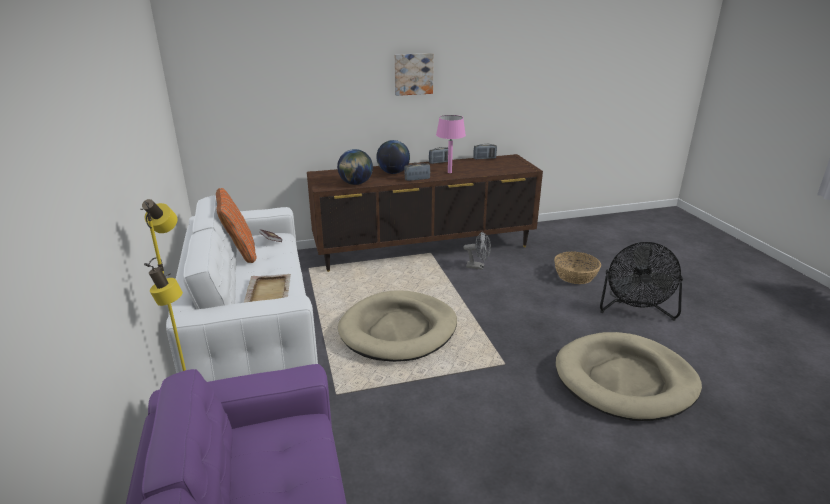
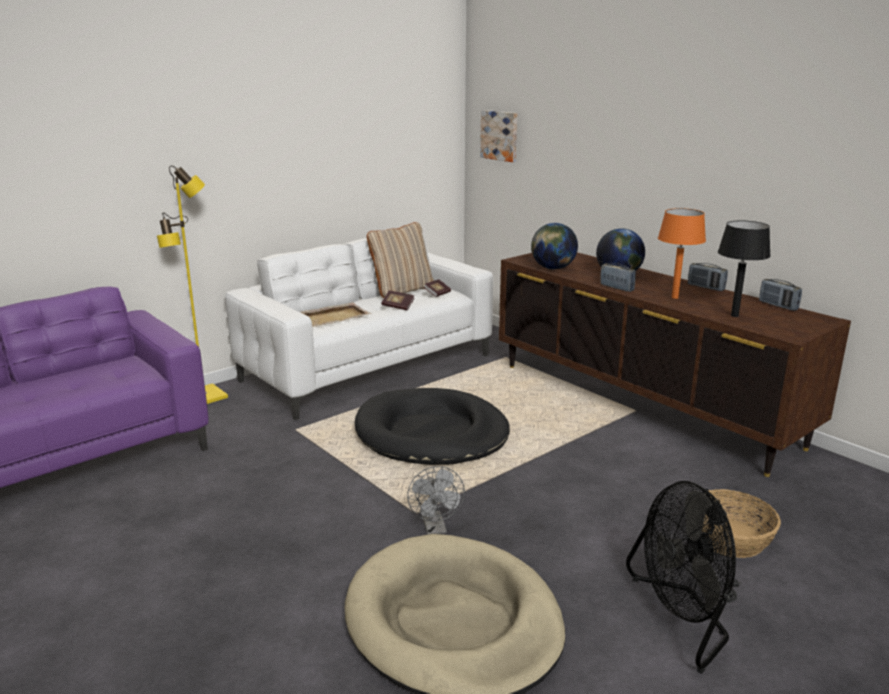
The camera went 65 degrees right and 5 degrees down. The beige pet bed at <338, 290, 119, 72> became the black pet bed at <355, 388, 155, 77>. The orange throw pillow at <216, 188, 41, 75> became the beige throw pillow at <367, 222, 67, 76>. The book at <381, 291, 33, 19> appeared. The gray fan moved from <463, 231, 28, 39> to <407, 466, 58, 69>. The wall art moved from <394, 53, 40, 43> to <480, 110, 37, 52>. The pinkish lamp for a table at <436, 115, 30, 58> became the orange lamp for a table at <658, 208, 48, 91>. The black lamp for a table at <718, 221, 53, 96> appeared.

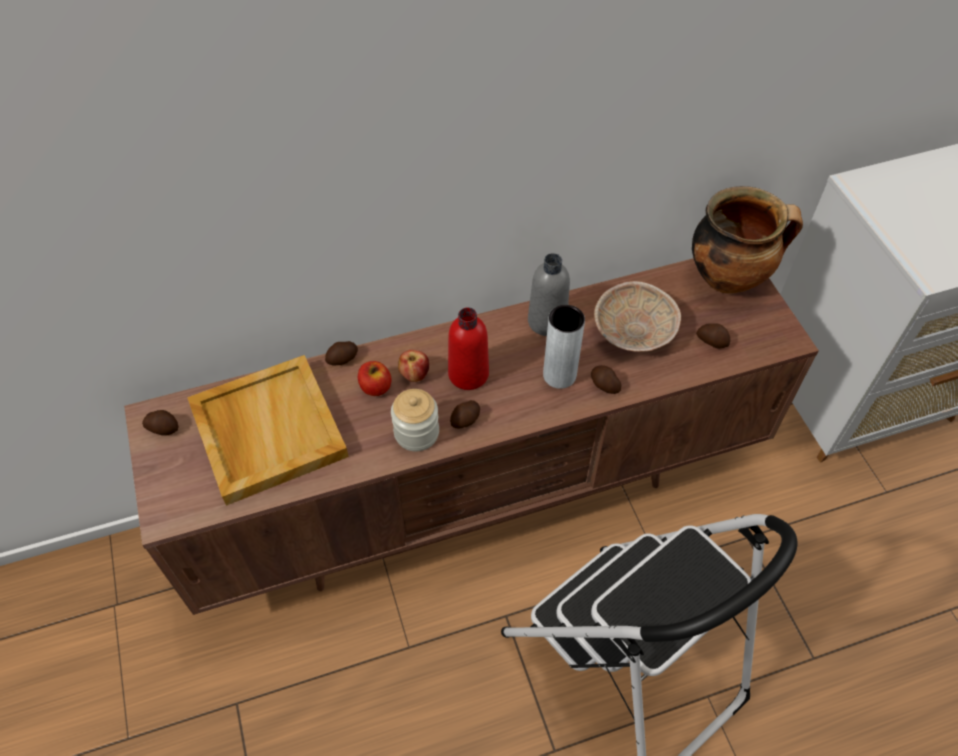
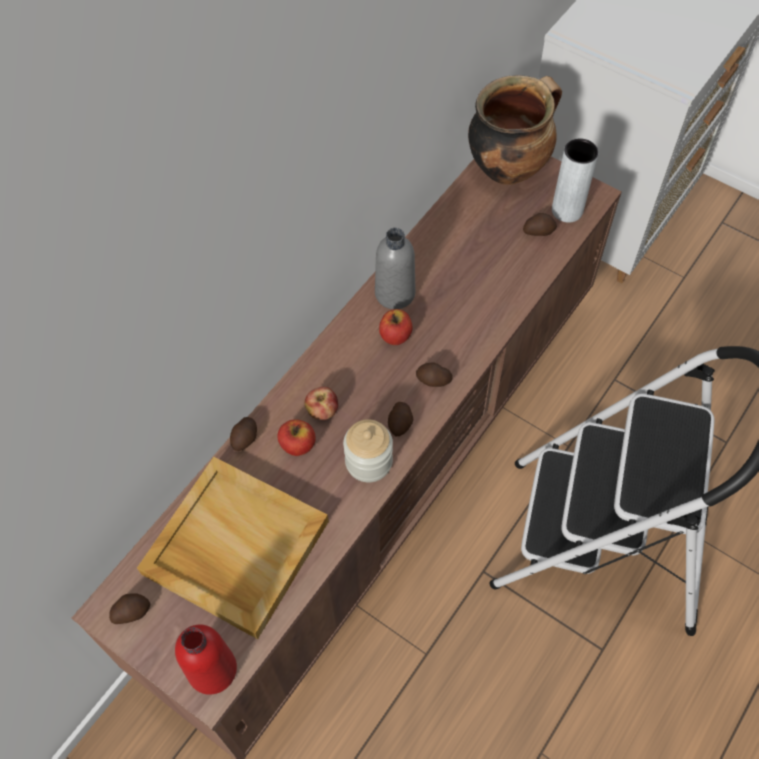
The camera went 35 degrees left and 5 degrees up. The red-coloured drink bottle moved from <448, 307, 41, 83> to <175, 624, 62, 71>. The whole apple at <379, 309, 33, 36> appeared. The spud moved from <591, 365, 30, 29> to <416, 363, 37, 24>. The gray flower vase moved from <543, 305, 42, 84> to <552, 139, 47, 83>. The beige serving bowl at <594, 281, 87, 71> disappeared.

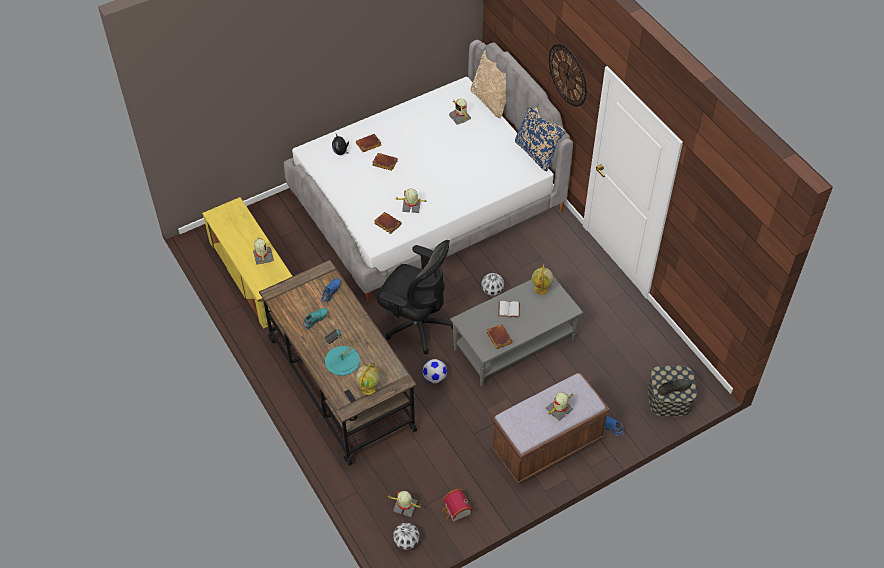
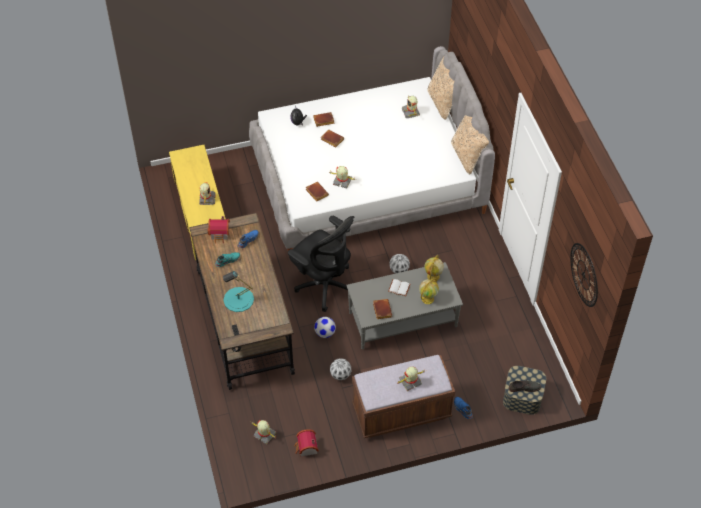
The camera went 15 degrees right and 0 degrees up. The toy house at <208, 216, 22, 27> appeared. The football moved from <393, 523, 26, 27> to <330, 358, 21, 22>. The desk globe moved from <356, 363, 24, 32> to <419, 278, 20, 26>. The blue-coloured throw pillow at <515, 108, 50, 63> became the beige throw pillow at <451, 115, 38, 59>. The hanging clock moved from <549, 44, 38, 63> to <570, 243, 28, 64>.

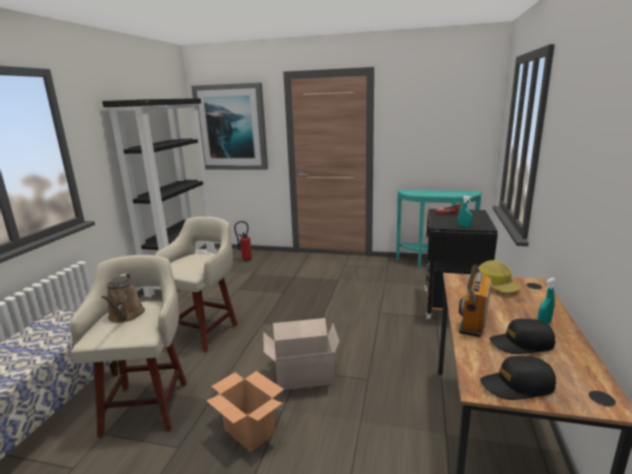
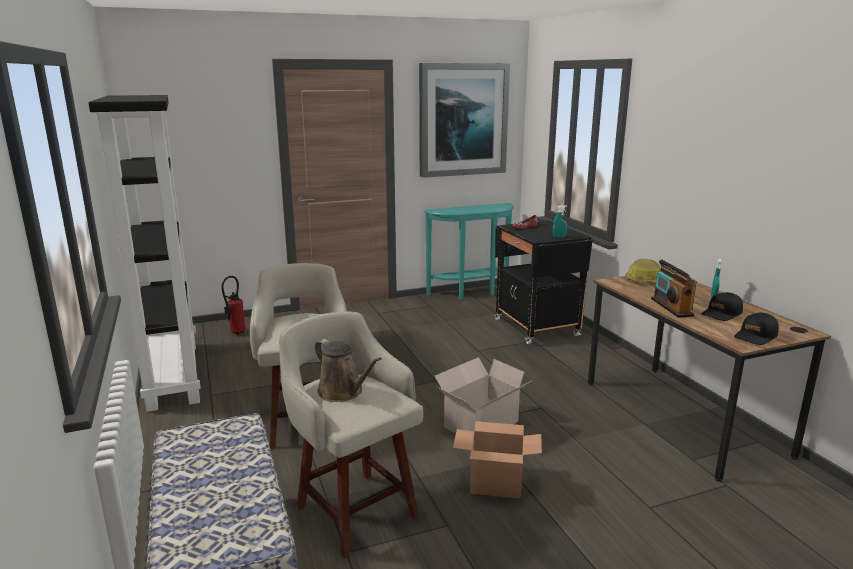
The camera went 35 degrees left and 0 degrees up. The wall art moved from <191, 83, 77, 87> to <419, 63, 91, 115>.

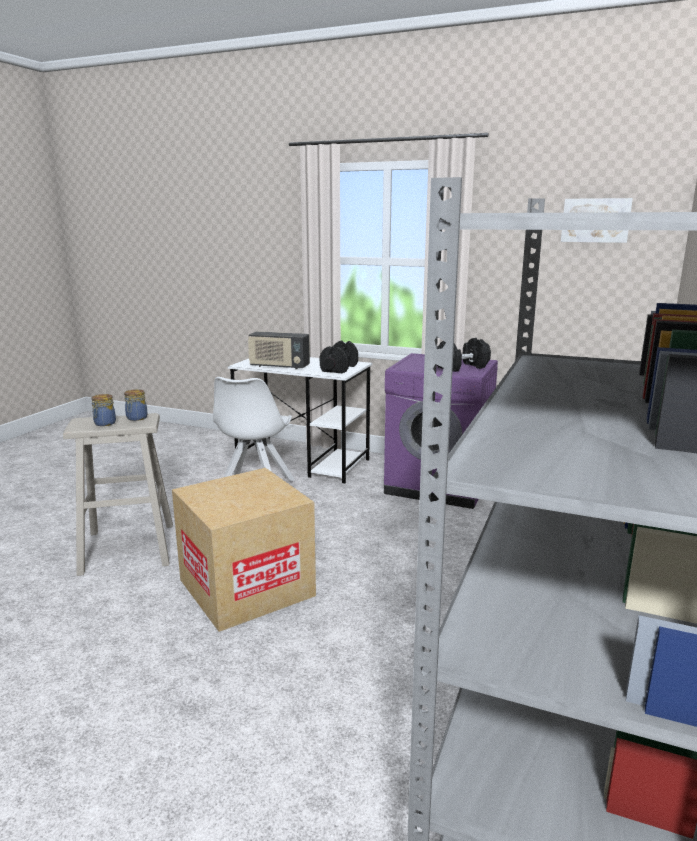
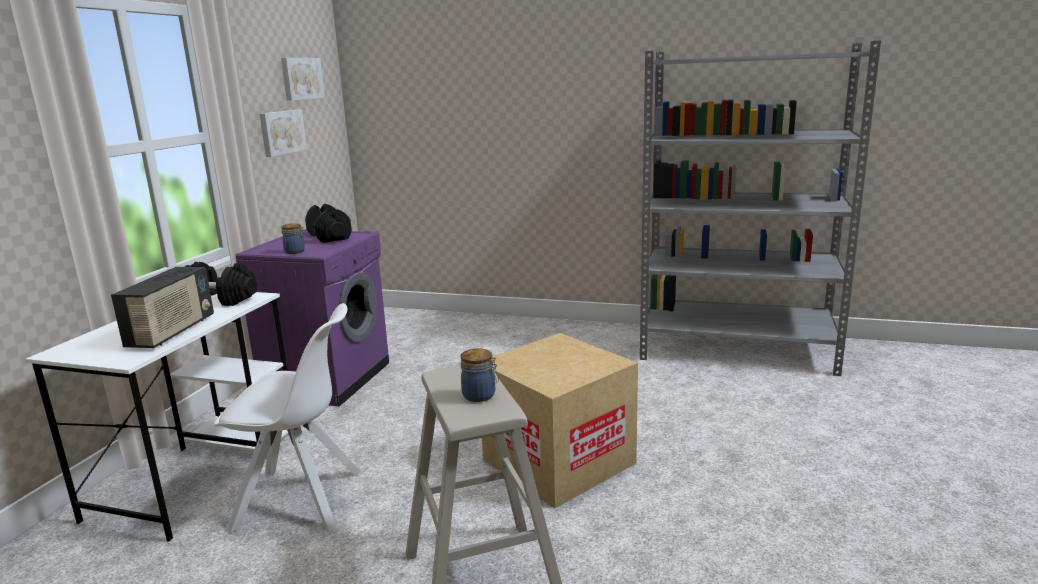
The camera went 95 degrees left and 0 degrees up. The wall art at <260, 109, 47, 48> appeared. The jar moved from <124, 389, 23, 32> to <281, 223, 25, 31>.

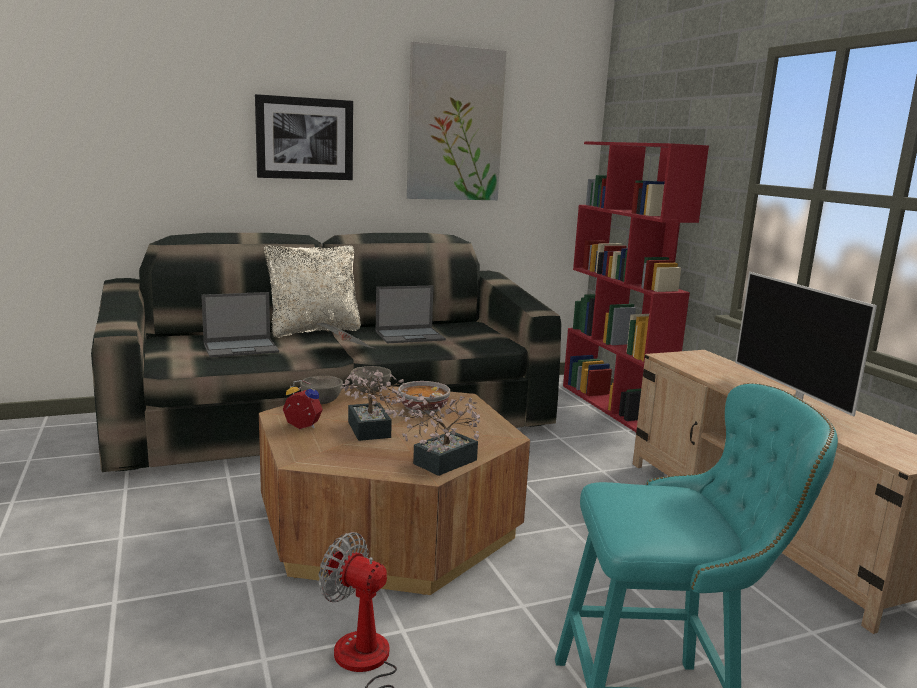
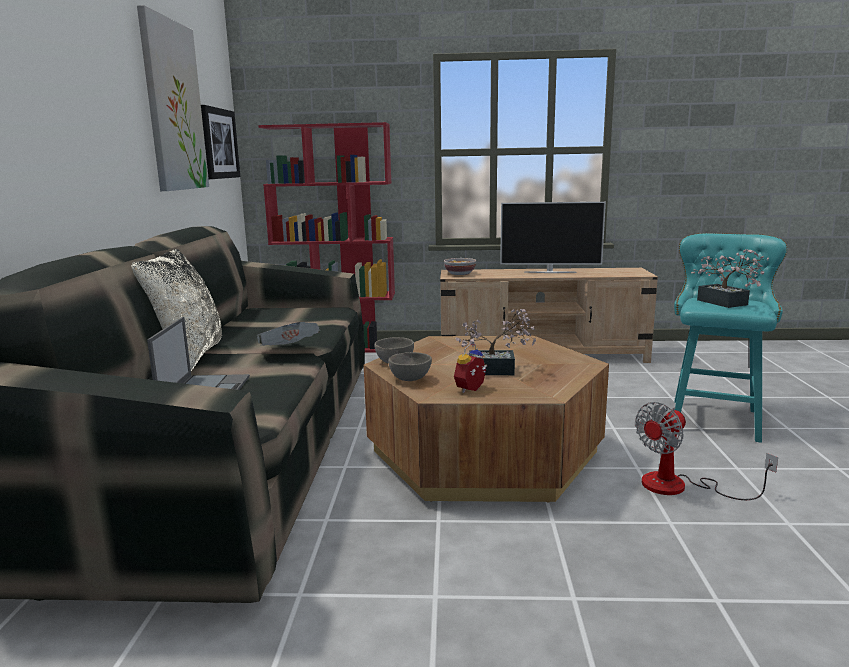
The camera went 65 degrees left and 0 degrees up. The wall art moved from <255, 94, 98, 86> to <201, 105, 39, 74>. The serving bowl moved from <398, 381, 52, 33> to <444, 258, 32, 17>. The houseplant moved from <398, 392, 82, 84> to <691, 249, 78, 59>. The portable computer at <375, 286, 71, 57> disappeared.

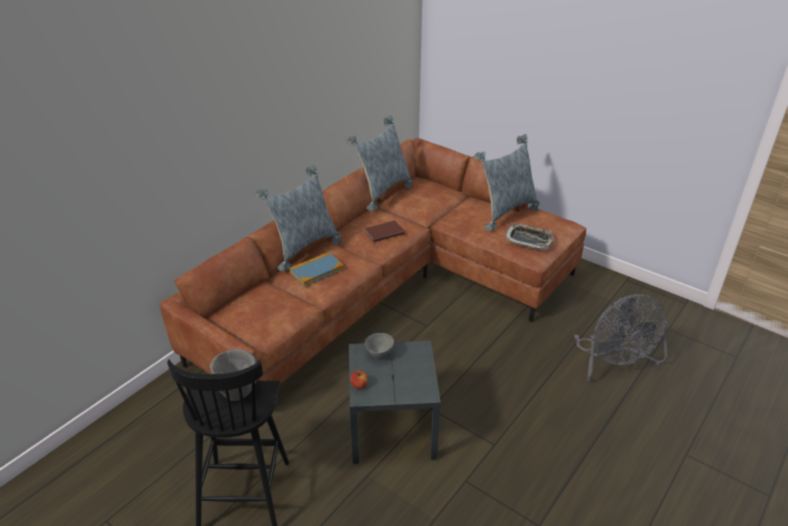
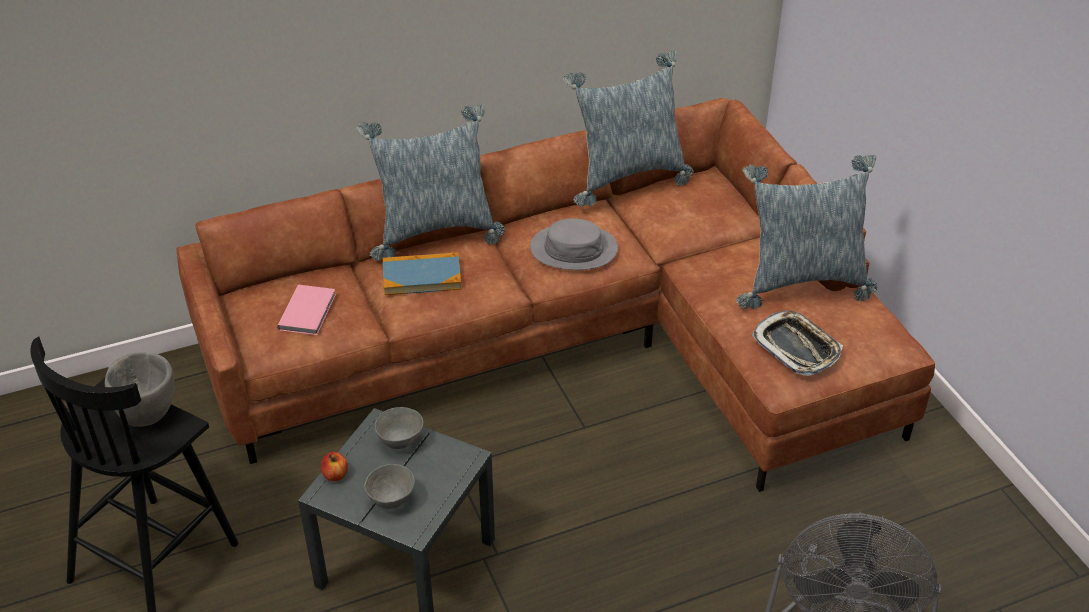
The camera went 30 degrees right and 5 degrees up. The pinkish book at <277, 285, 59, 50> appeared. The gray serving bowl at <364, 464, 51, 45> appeared. The brownish book at <365, 220, 40, 22> was replaced by the gray hat at <530, 218, 88, 52>.

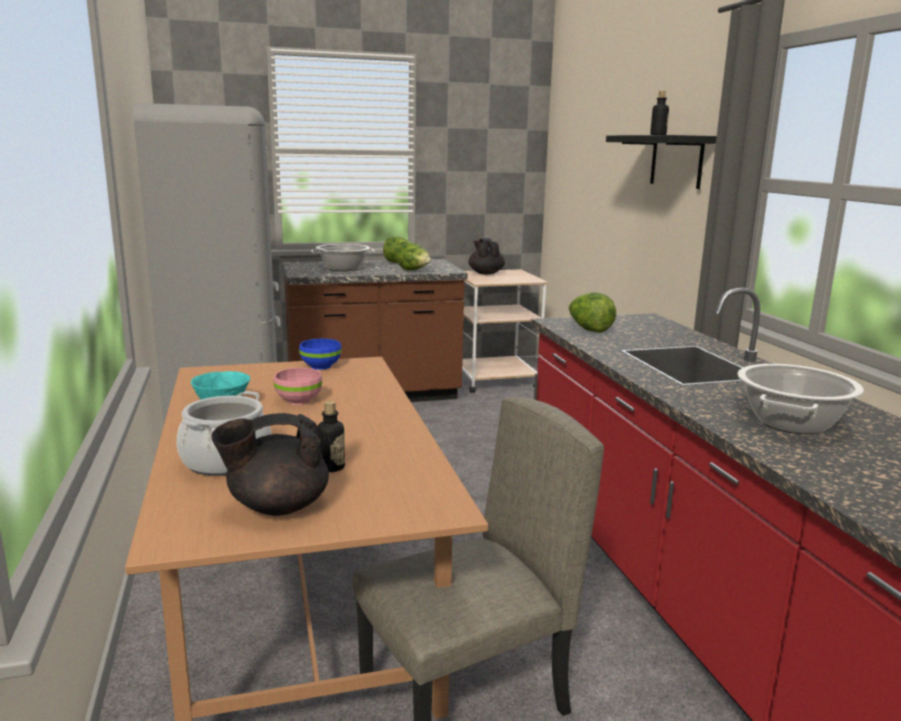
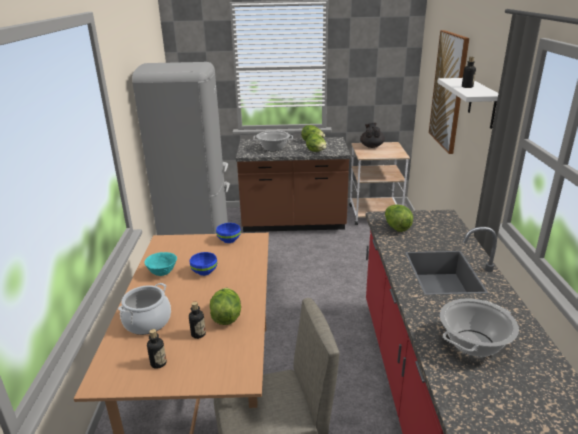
The camera went 15 degrees right and 10 degrees up. The black pot for tea at <212, 413, 117, 103> was replaced by the drink bottle at <147, 329, 20, 40>. The pinkish serving bowl at <274, 368, 48, 37> became the blue-coloured serving bowl at <190, 252, 27, 24>. The lettuce head at <210, 288, 31, 37> appeared. The wall art at <429, 30, 40, 124> appeared. The black shelf at <606, 135, 111, 54> became the white-coloured shelf at <437, 78, 61, 51>.

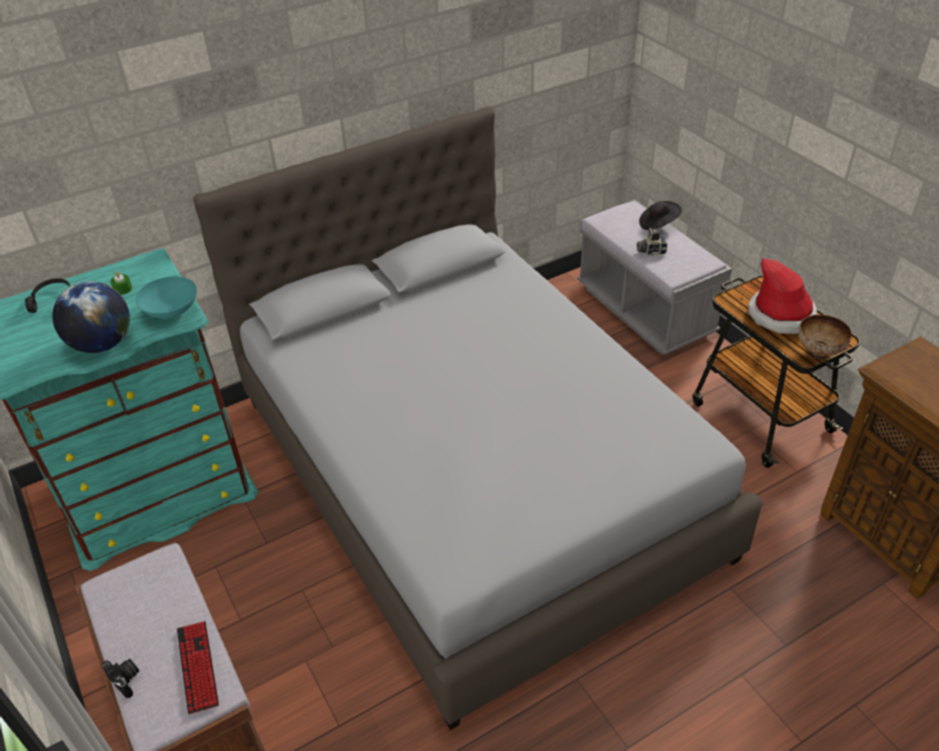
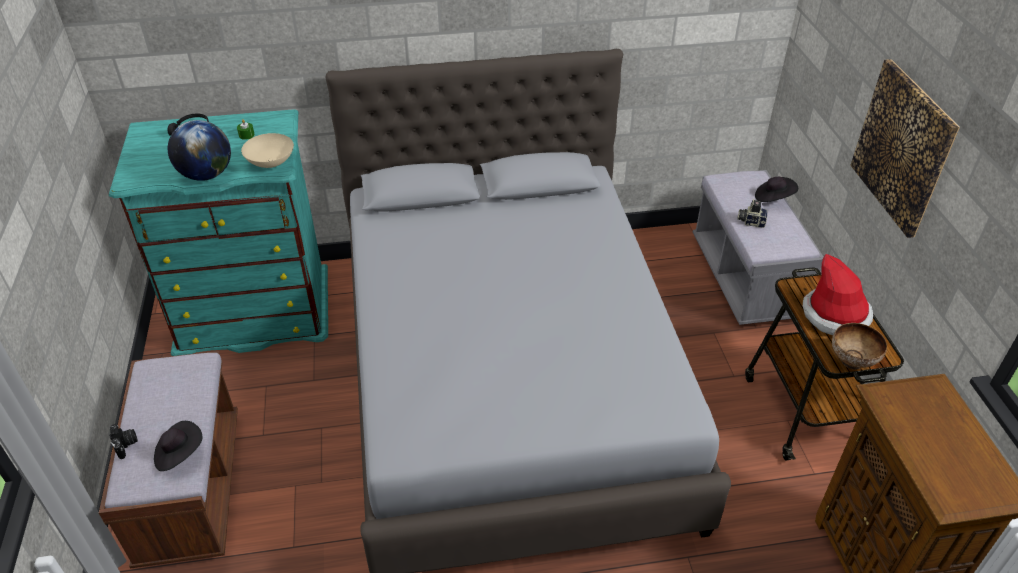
The camera went 20 degrees right and 0 degrees up. The keyboard at <177, 621, 42, 93> was replaced by the black hat at <154, 421, 48, 50>. The turquoise-coloured serving bowl at <135, 276, 62, 43> became the beige serving bowl at <241, 133, 53, 35>. The wall art at <850, 59, 110, 179> appeared.

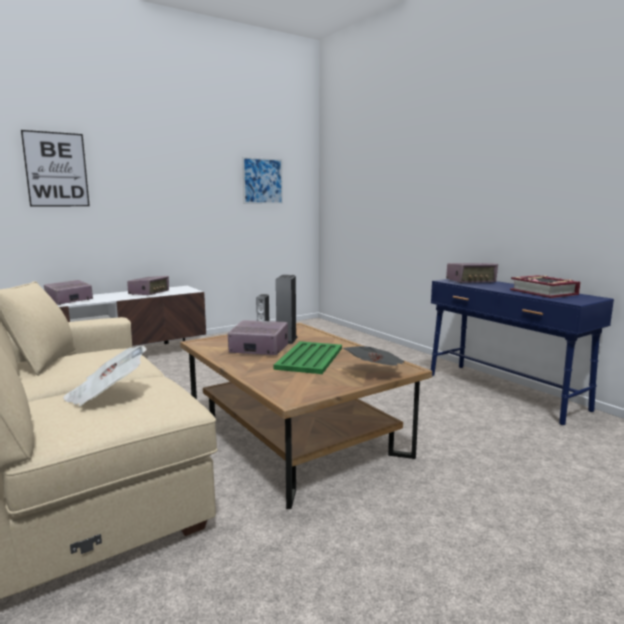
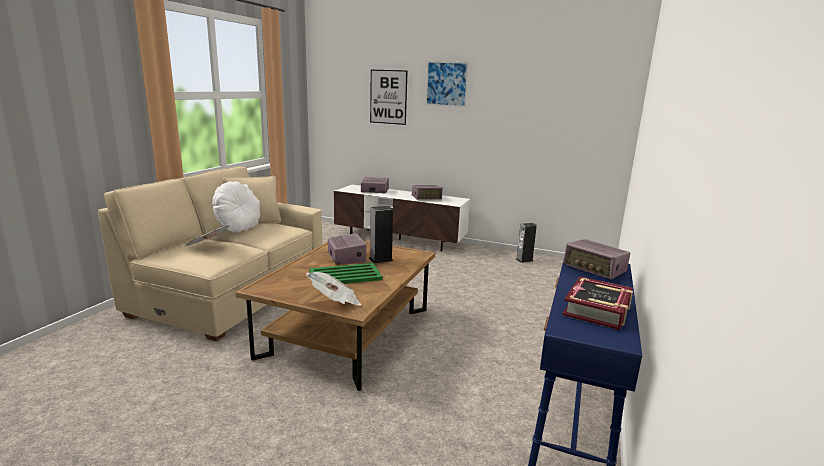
The camera went 55 degrees right and 5 degrees up. The white-coloured throw pillow at <212, 181, 48, 52> appeared. The wall art moved from <242, 157, 41, 47> to <425, 61, 44, 46>.

